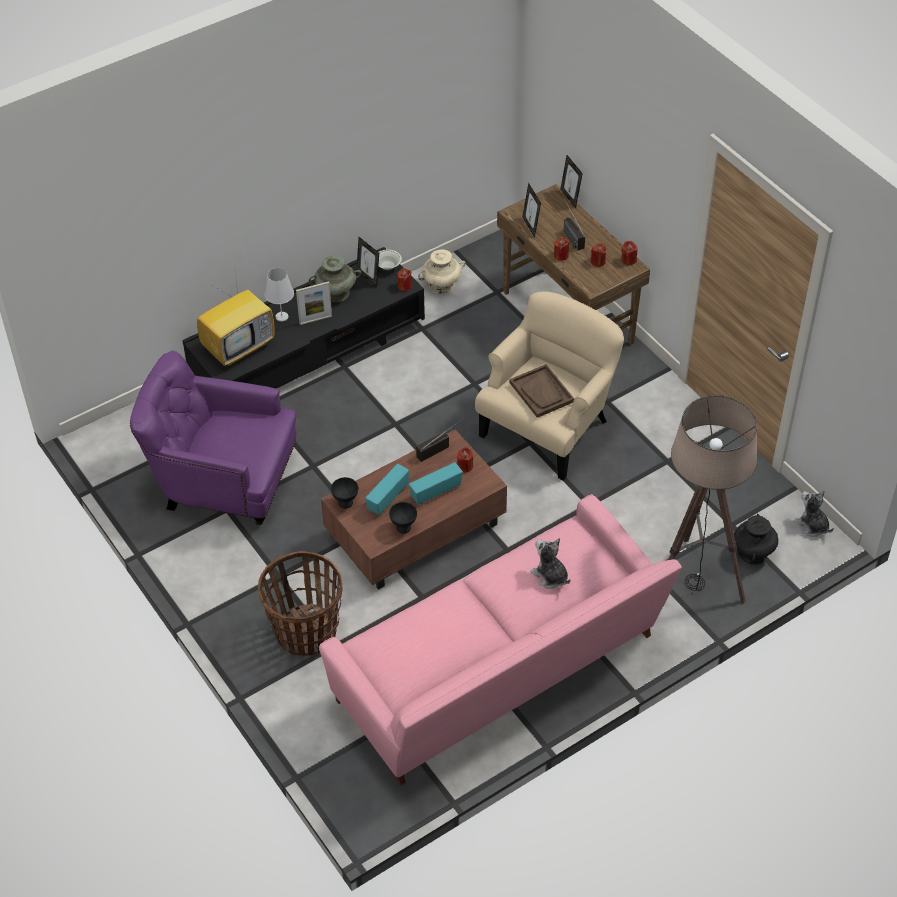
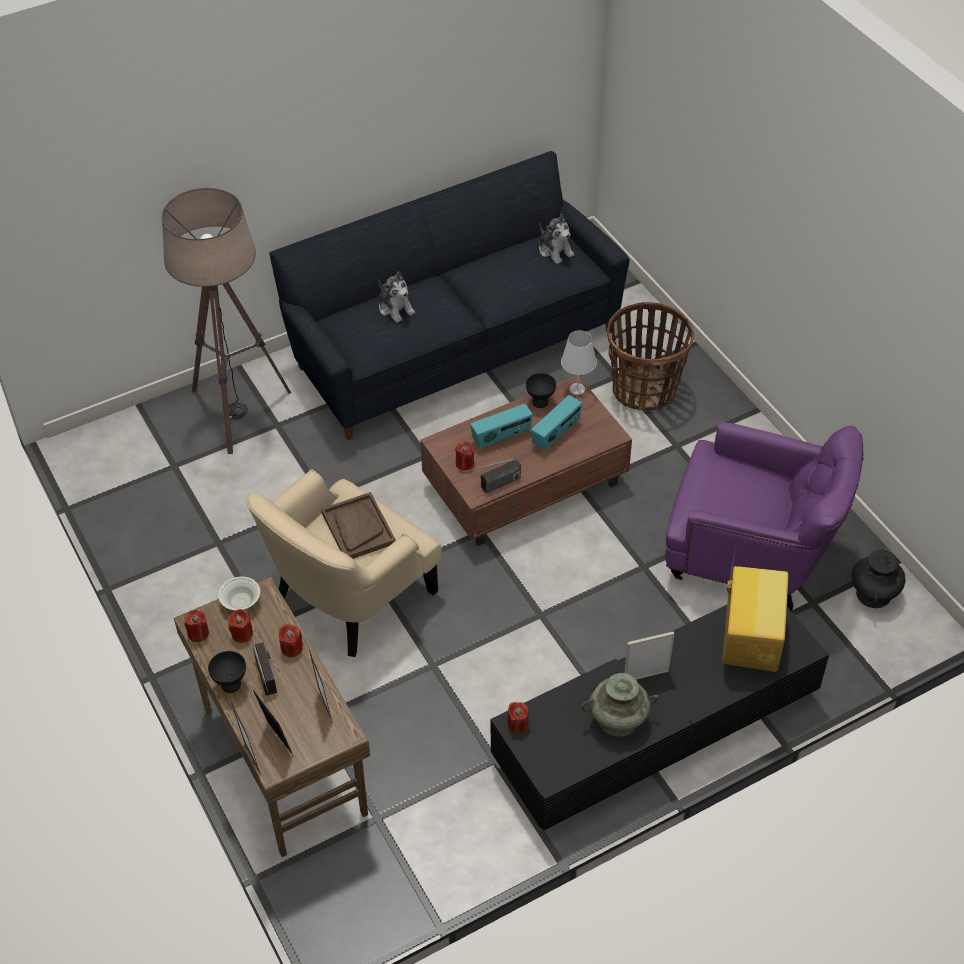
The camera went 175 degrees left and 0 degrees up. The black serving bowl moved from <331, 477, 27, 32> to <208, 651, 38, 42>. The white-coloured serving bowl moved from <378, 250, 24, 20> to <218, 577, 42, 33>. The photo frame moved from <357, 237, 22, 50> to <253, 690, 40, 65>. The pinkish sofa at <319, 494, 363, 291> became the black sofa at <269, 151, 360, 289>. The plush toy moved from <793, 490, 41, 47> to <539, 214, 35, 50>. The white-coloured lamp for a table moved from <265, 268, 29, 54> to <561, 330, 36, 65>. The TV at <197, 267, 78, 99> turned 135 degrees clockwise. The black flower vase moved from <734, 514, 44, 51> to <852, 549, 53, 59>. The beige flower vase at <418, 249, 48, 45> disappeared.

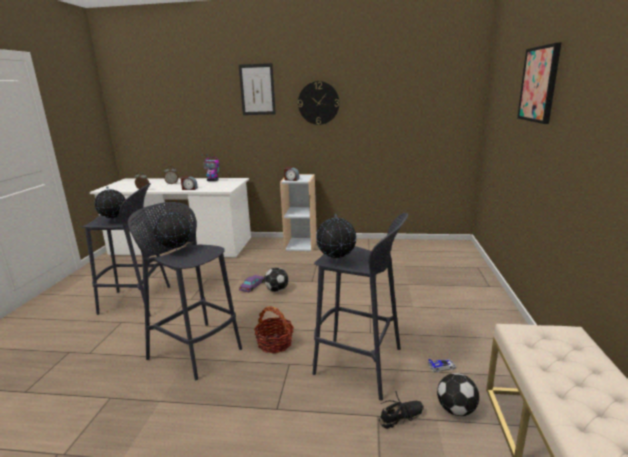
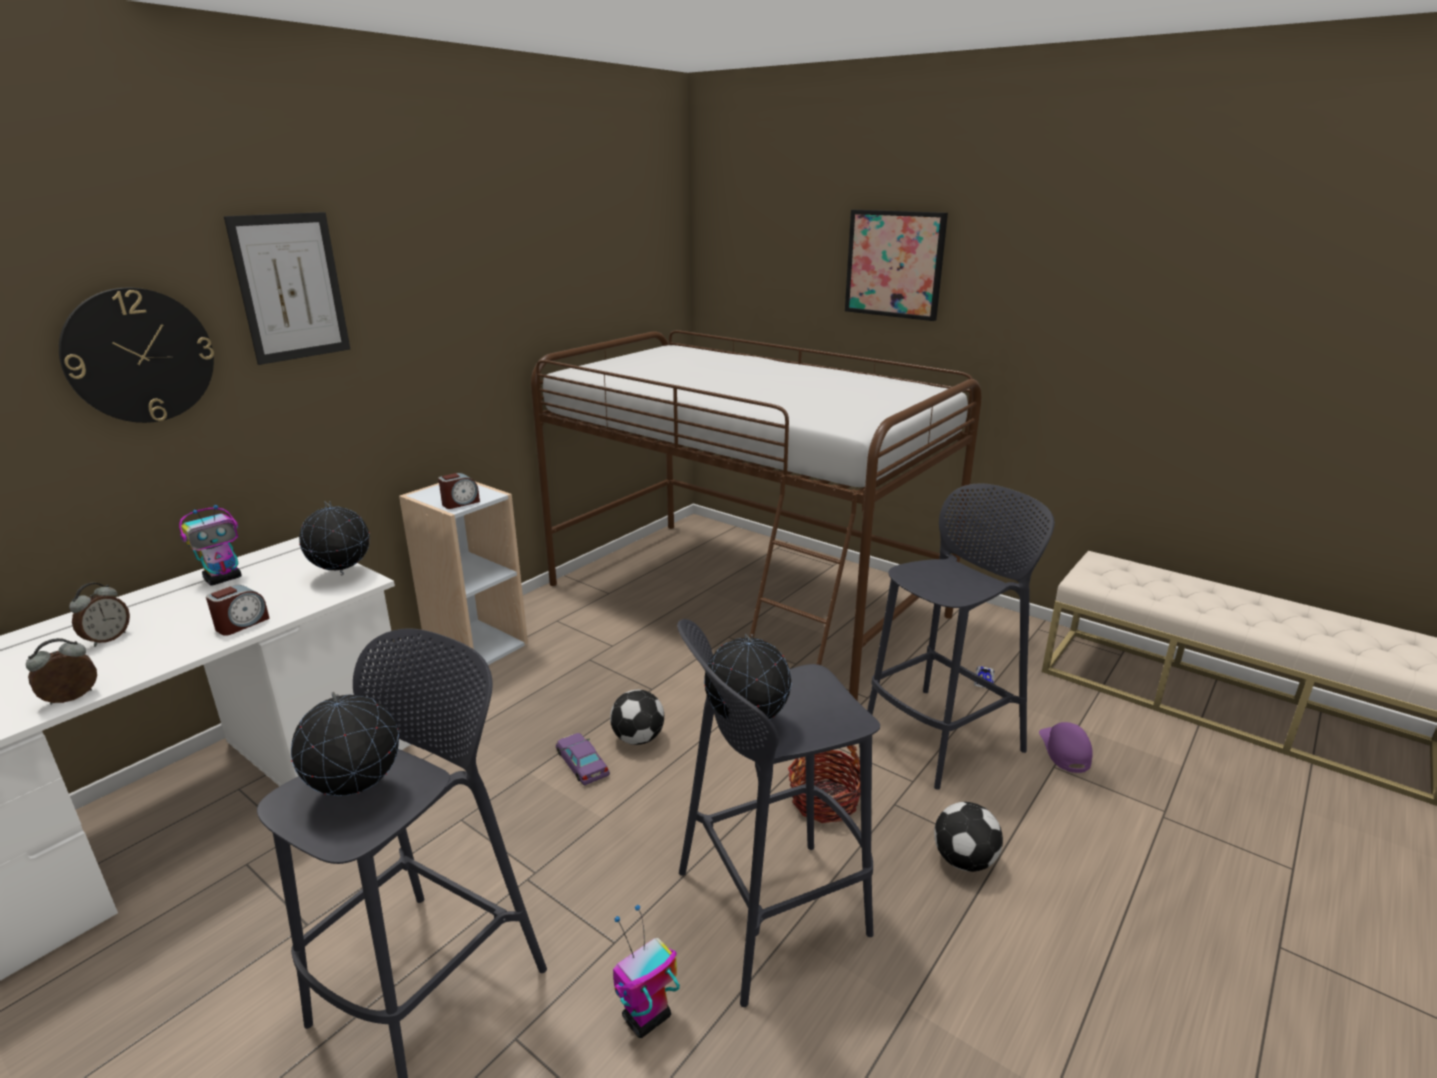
The camera went 60 degrees left and 5 degrees up. The hanging clock moved from <298, 81, 42, 44> to <59, 288, 155, 135>. The desk globe moved from <316, 214, 40, 48> to <299, 501, 71, 74>. The brownish bed at <531, 330, 450, 371> appeared. The toy robot at <613, 905, 67, 133> appeared. The football moved from <437, 373, 42, 43> to <934, 802, 69, 70>. The black item of footwear at <379, 391, 45, 38> was replaced by the purplish peaked cap at <1039, 722, 54, 51>.

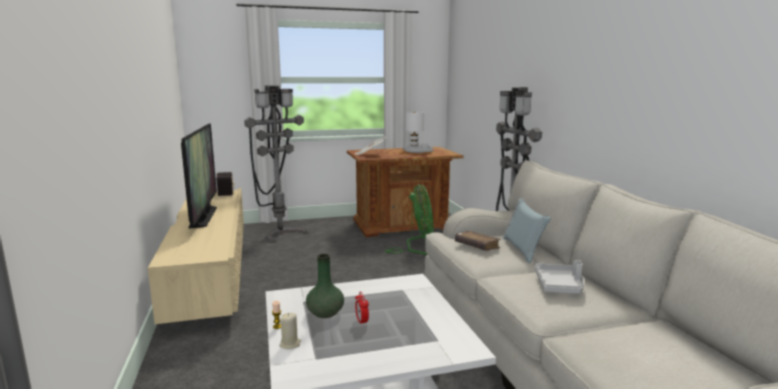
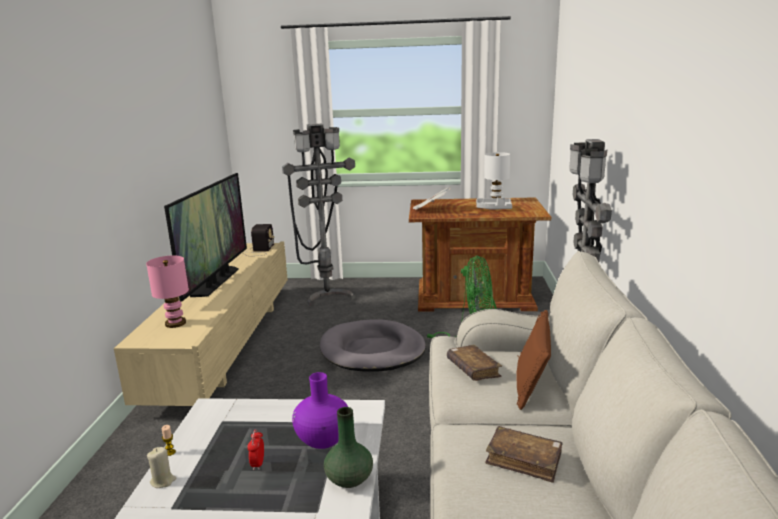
The camera went 20 degrees right and 5 degrees up. The pinkish lamp for a table at <146, 255, 43, 73> appeared. The purplish flower vase at <292, 372, 56, 77> appeared. The gray pet bed at <320, 319, 106, 53> appeared. The green-coloured flower vase moved from <306, 254, 38, 64> to <324, 407, 49, 81>. The gray tray at <535, 260, 49, 34> was replaced by the brownish book at <485, 426, 78, 57>. The blue-coloured throw pillow at <501, 198, 50, 65> became the brownish throw pillow at <516, 310, 35, 100>.

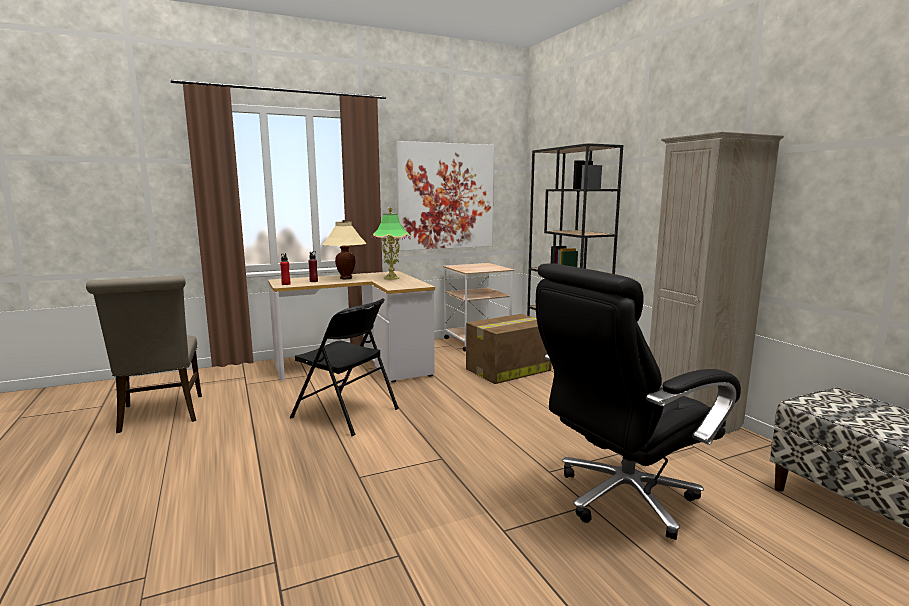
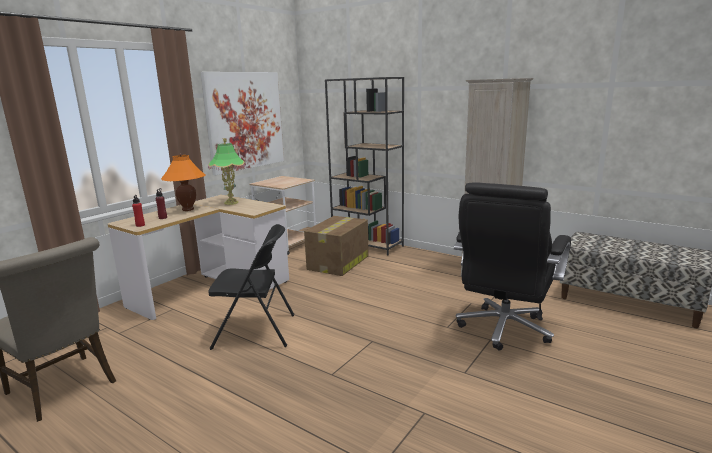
The camera went 30 degrees left and 5 degrees up. The beige lamp for a table at <322, 220, 45, 59> became the orange lamp for a table at <161, 154, 44, 57>.

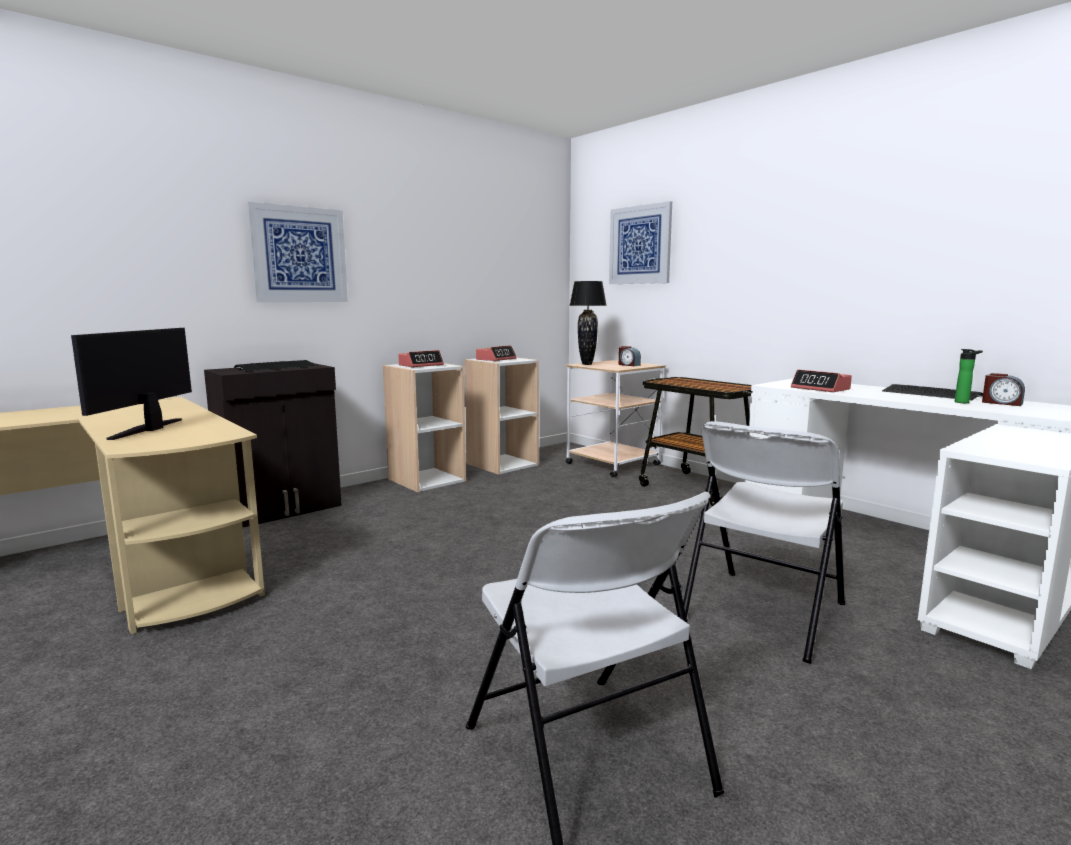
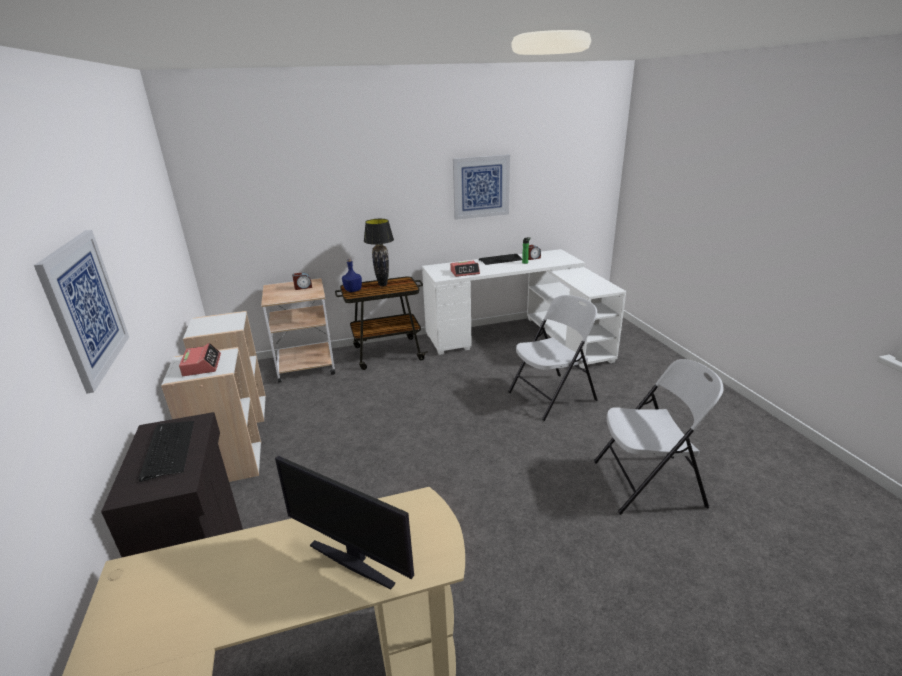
The camera went 65 degrees left and 15 degrees up. The blue-coloured drink bottle at <342, 258, 20, 34> appeared. The black lamp for a table moved from <569, 281, 38, 84> to <364, 219, 30, 68>. The wall art moved from <609, 201, 63, 83> to <453, 155, 57, 65>. The white-coloured upright chair at <683, 421, 162, 243> turned 90 degrees counterclockwise. The bedside clock at <476, 345, 41, 16> disappeared.

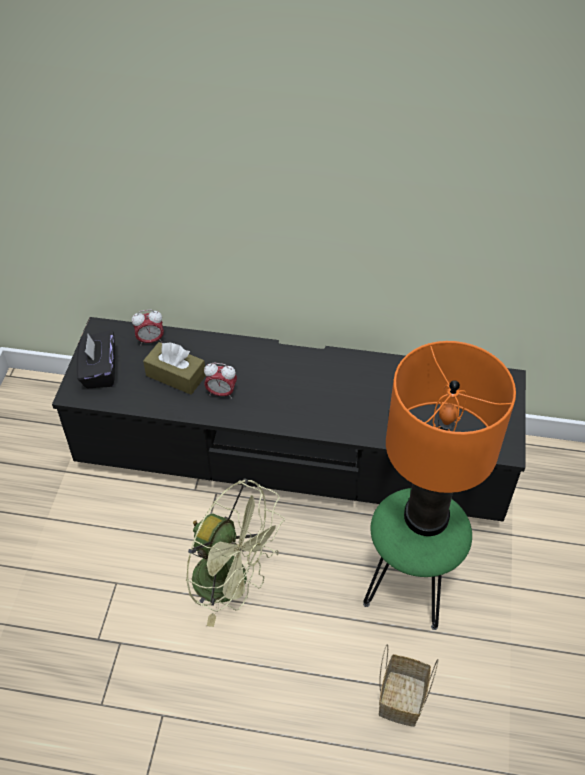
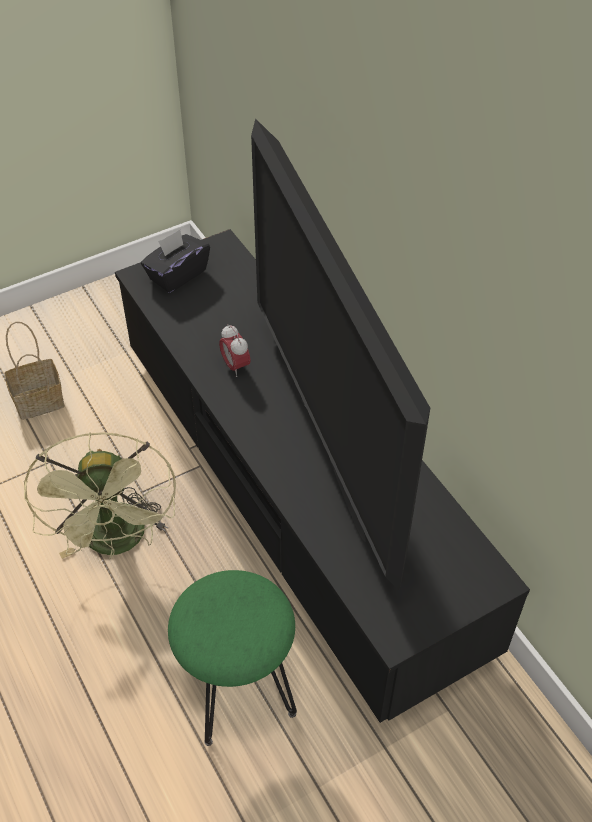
The camera went 50 degrees right and 0 degrees up. The basket moved from <379, 644, 60, 83> to <4, 322, 61, 98>. The TV at <251, 118, 179, 473> appeared. The bedside clock at <132, 309, 32, 37> disappeared. The brownish tissue box at <143, 342, 63, 53> disappeared. The orange lamp for a table at <386, 341, 130, 195> disappeared.

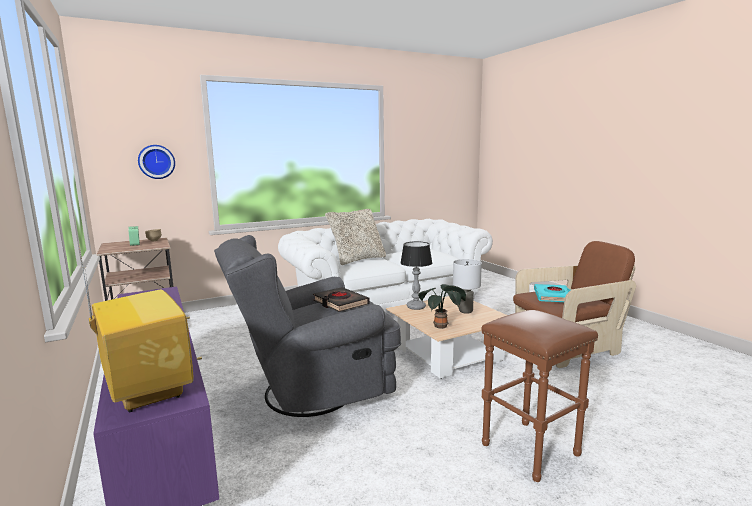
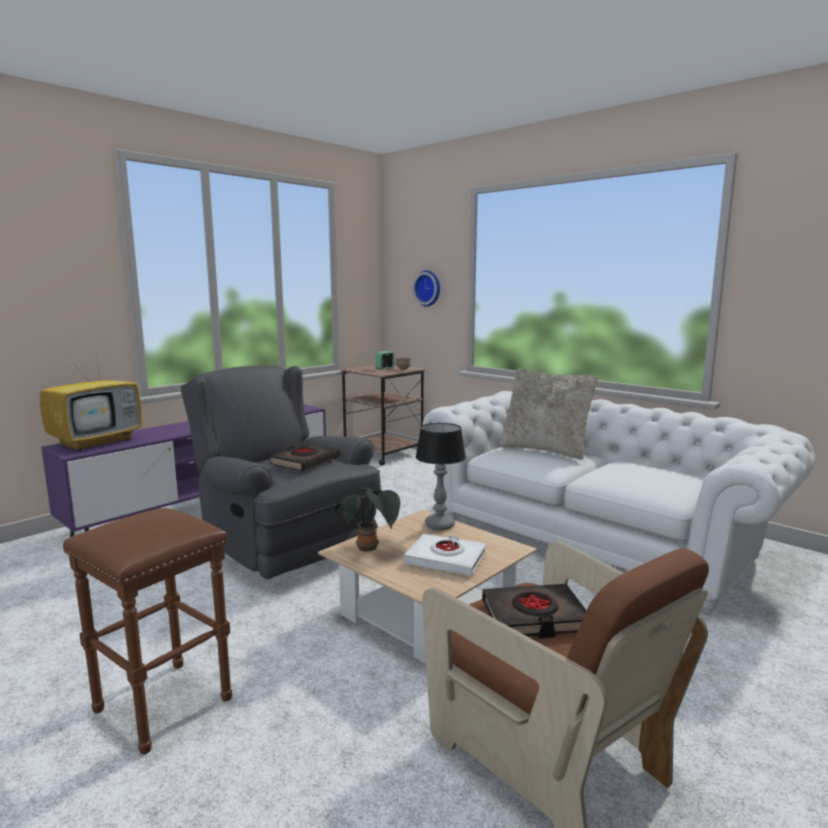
The camera went 70 degrees right and 0 degrees up. The white-coloured lamp for a table at <453, 259, 29, 55> was replaced by the white-coloured book at <404, 534, 83, 42>. The turquoise-coloured book at <534, 284, 37, 18> became the black book at <482, 584, 105, 54>.

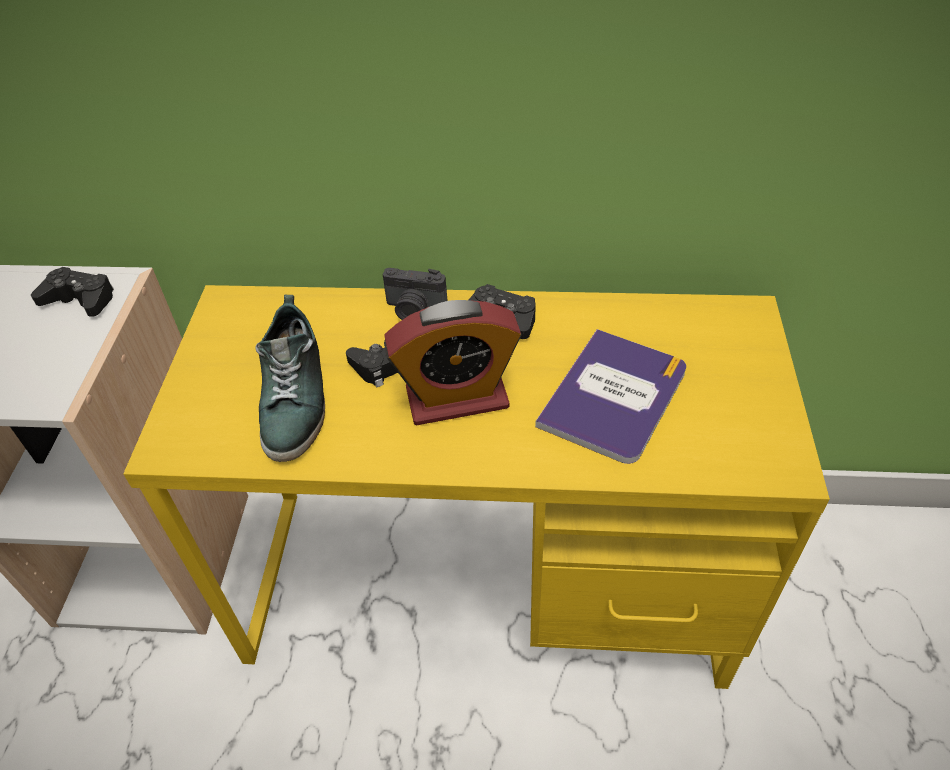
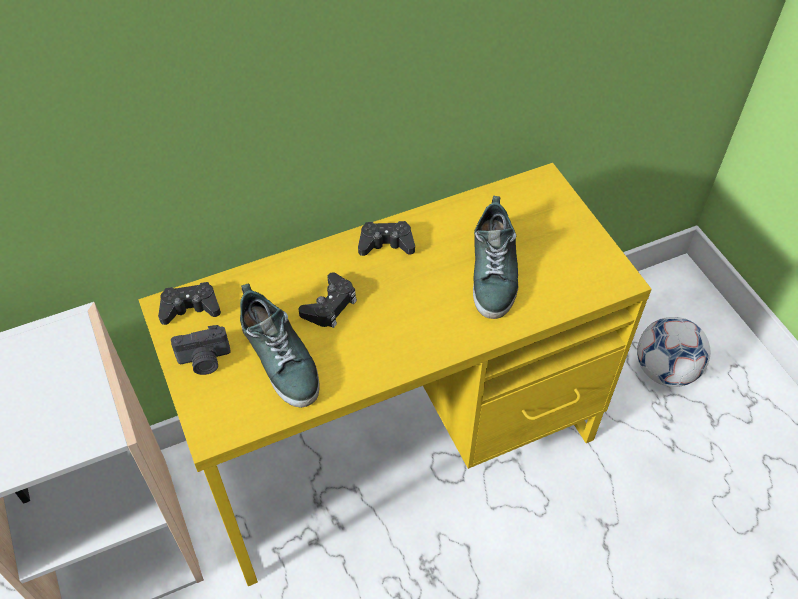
The camera went 30 degrees left and 5 degrees up. The black gamepad moved from <31, 267, 83, 50> to <158, 282, 63, 43>. The still camera moved from <383, 268, 64, 52> to <171, 325, 60, 50>. The book at <535, 329, 151, 135> was replaced by the item of footwear at <473, 196, 45, 123>. The football at <637, 317, 74, 70> appeared. The bedside clock at <384, 300, 138, 125> disappeared.

